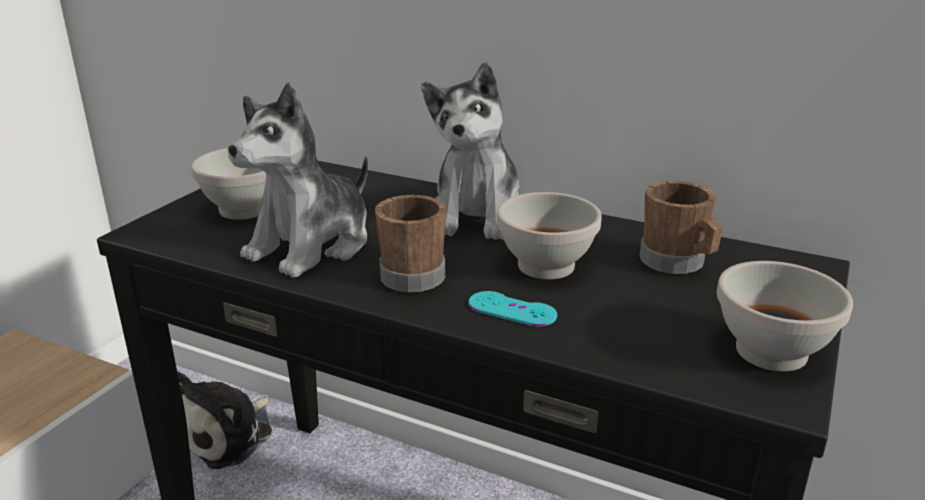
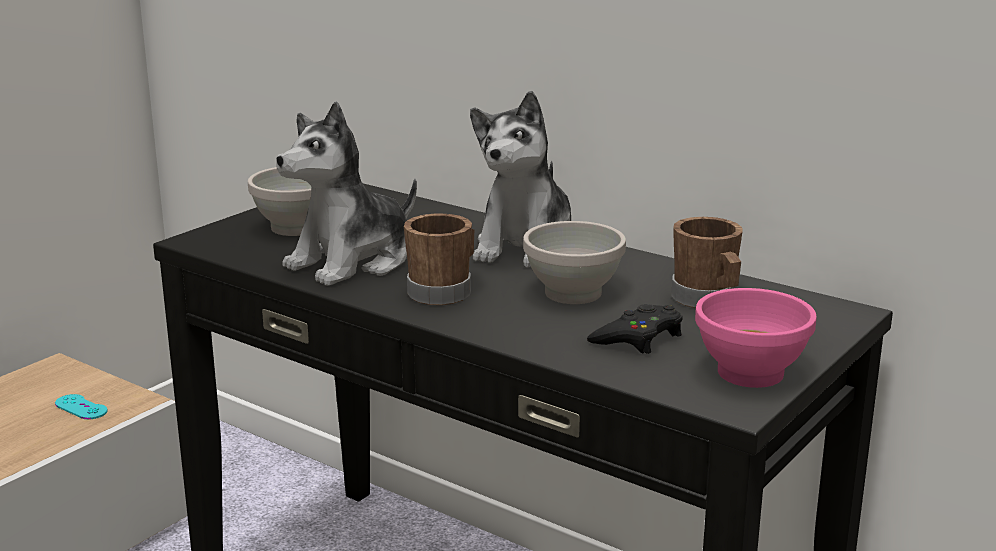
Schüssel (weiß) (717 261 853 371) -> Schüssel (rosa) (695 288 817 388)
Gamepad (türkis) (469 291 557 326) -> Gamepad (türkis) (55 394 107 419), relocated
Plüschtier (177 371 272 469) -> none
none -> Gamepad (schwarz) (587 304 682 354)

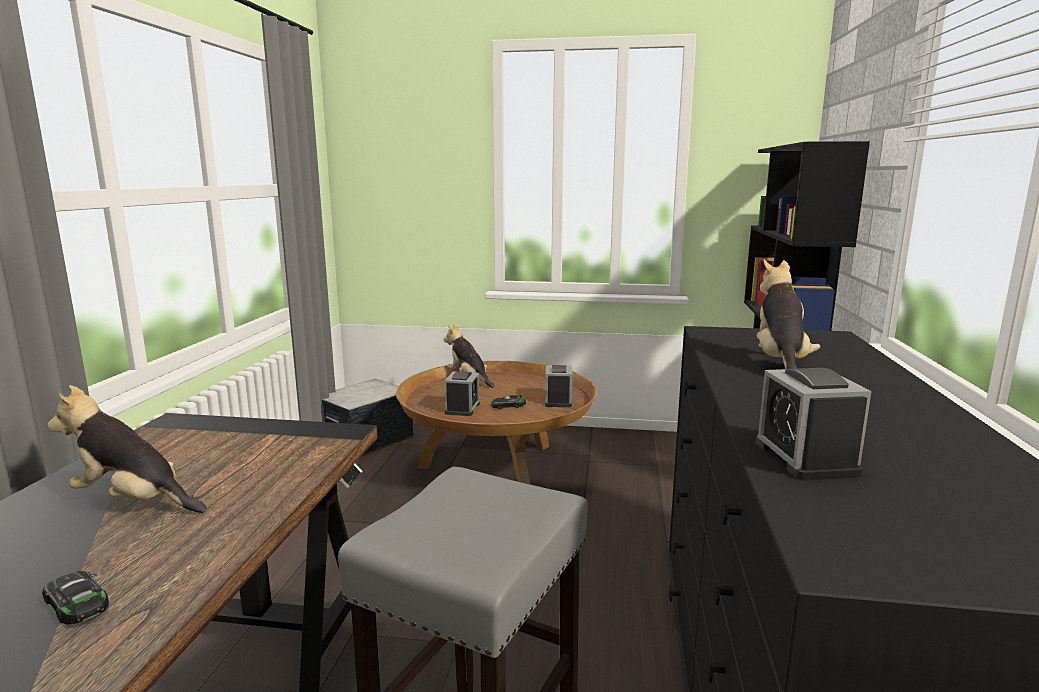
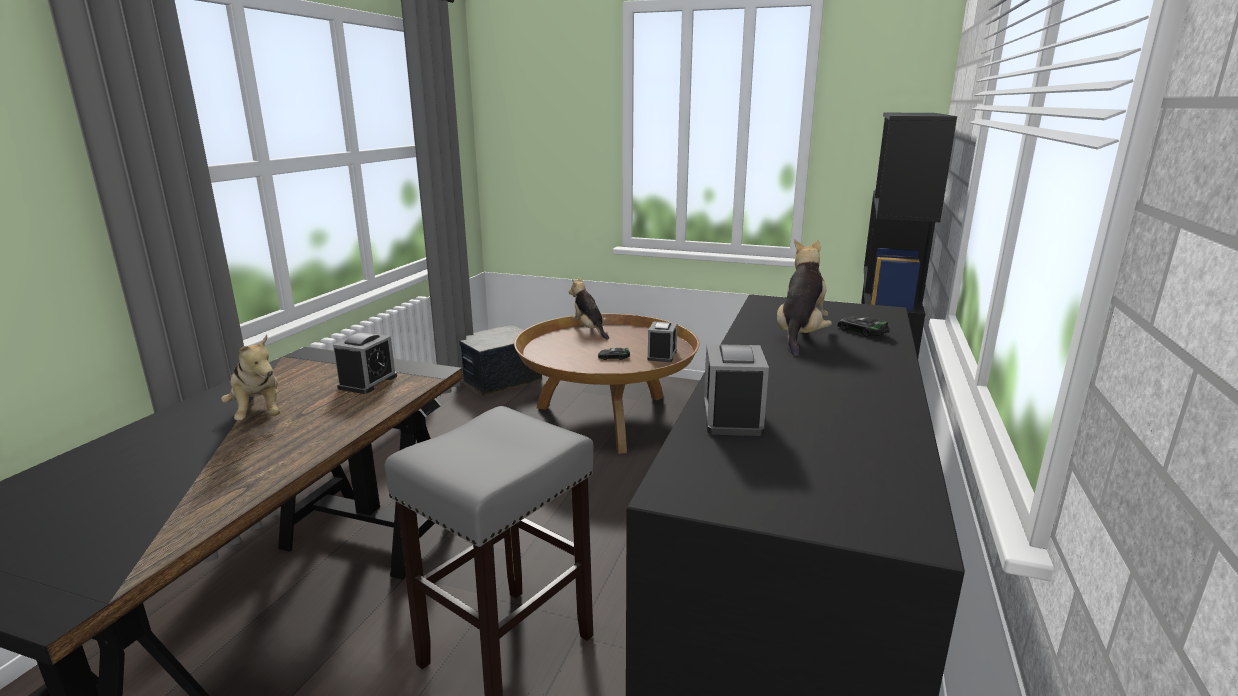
Wecker (444 371 480 416) -> Wecker (333 332 397 394), relocated
Plüschtier (47 385 207 513) -> Plüschtier (221 335 280 421), 150 degrees counterclockwise
Spielzeugauto (42 570 109 625) -> Spielzeugauto (837 316 890 337), relocated

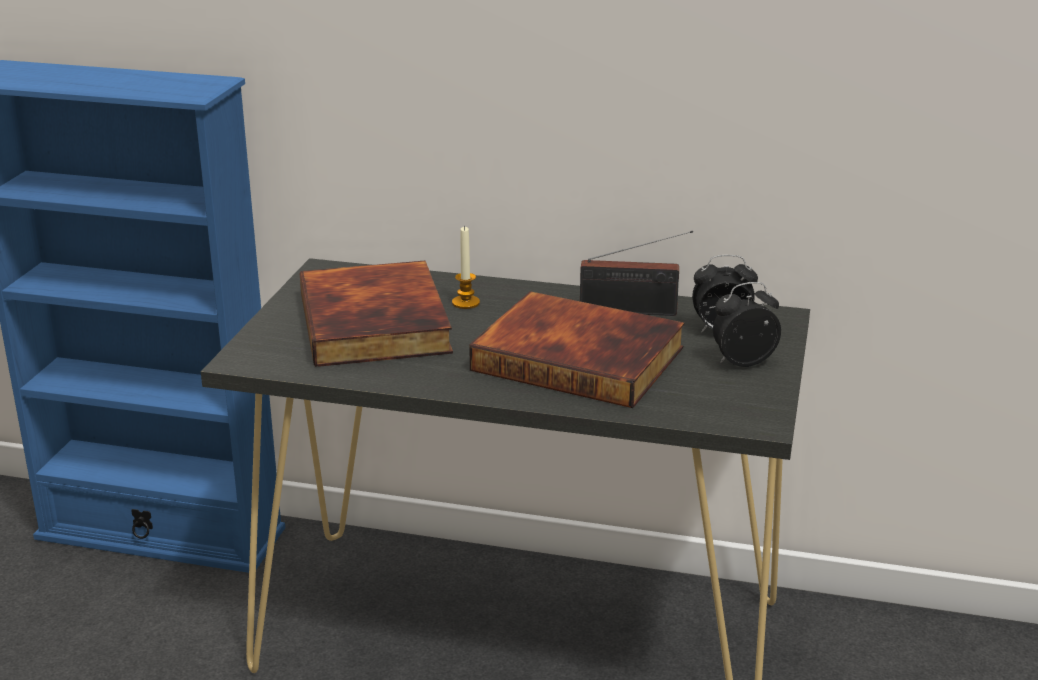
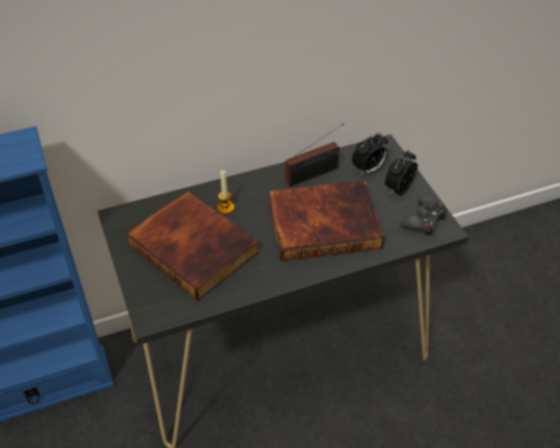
none -> Gamepad (schwarz) (400 196 447 236)

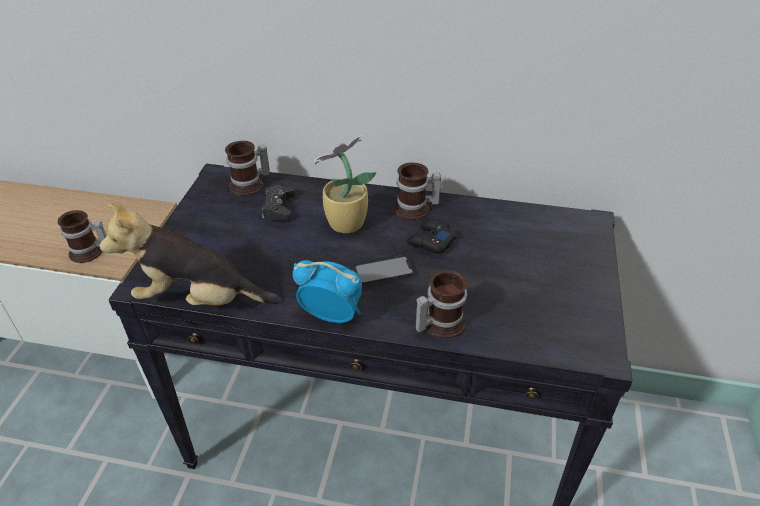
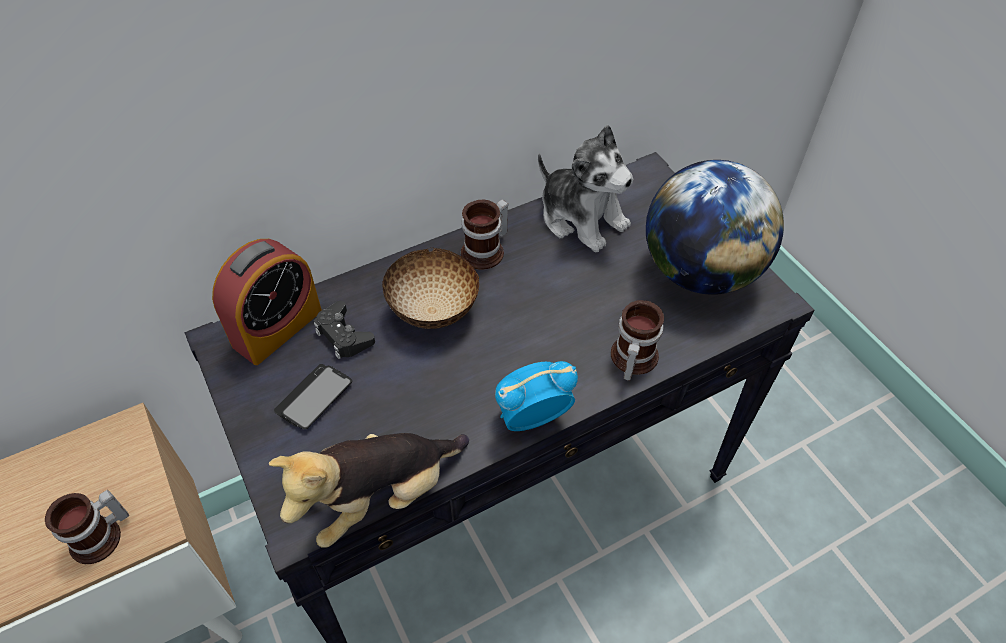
Topfpflanze (314 135 377 233) -> Schüssel (382 247 479 329)
Henkelbecher (225 141 270 196) -> Wecker (212 239 322 365)
Gamepad (schwarz) (407 219 457 254) -> none
Handy (352 254 414 284) -> Handy (274 364 352 429), relocated
none -> Plüschtier (538 125 634 252)
none -> Globus (646 160 784 295)

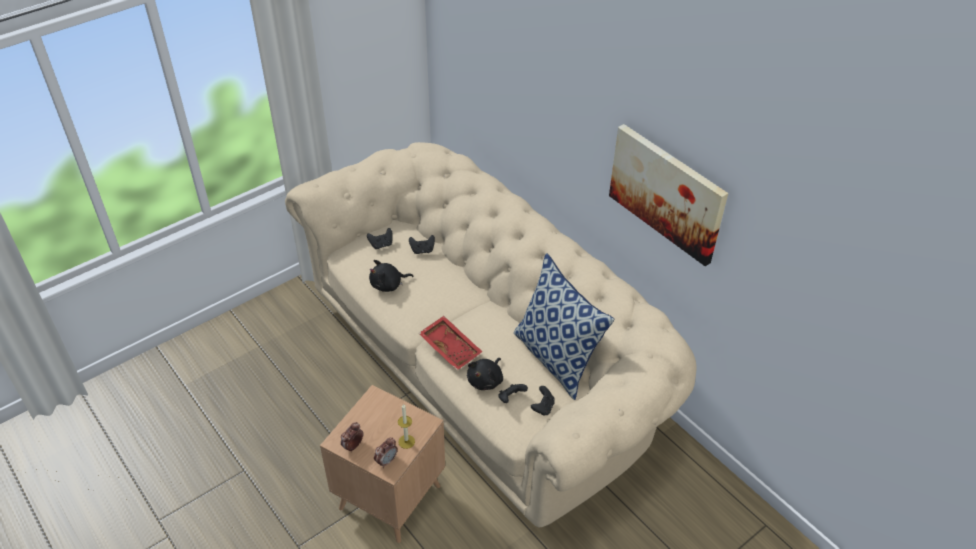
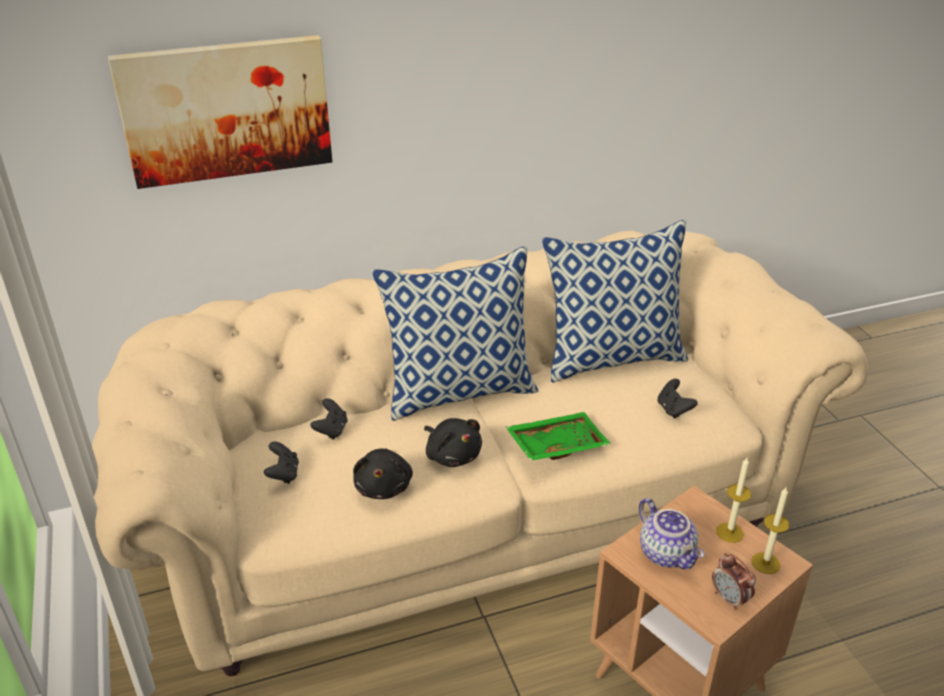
Bild (609 124 728 266) -> Bild (108 35 332 189), relocated
Tablett (rot) (419 316 483 370) -> Tablett (grün) (506 412 612 461)
Plüschtier (schwarz) (467 358 503 390) -> Plüschtier (schwarz) (424 418 482 467), relocated
Gamepad (schwarz) (531 386 555 416) -> none
Wecker (374 437 398 468) -> Kerze (751 487 789 574)
none -> Kissen (372 246 538 421)
none -> Teekanne (639 498 705 569)

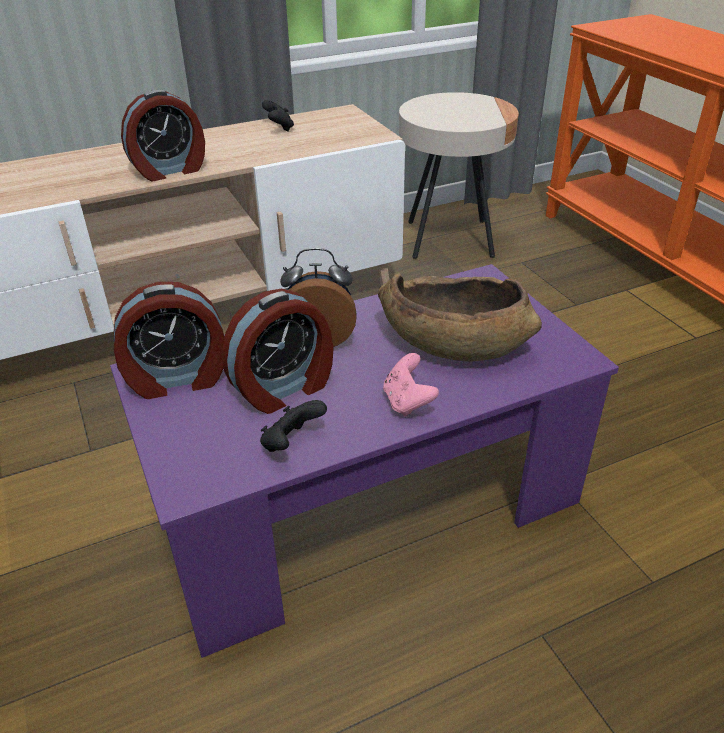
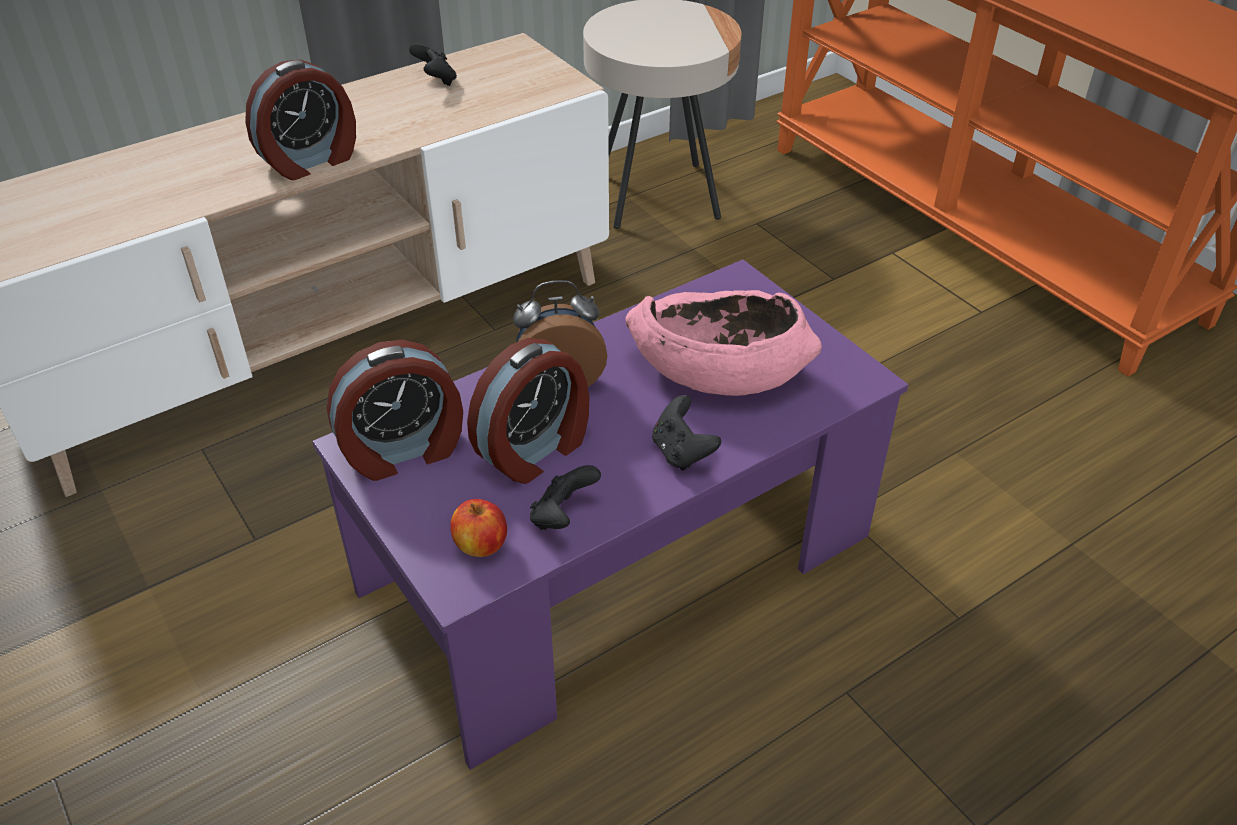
Schüssel (braun) (378 273 542 362) -> Schüssel (rosa) (625 290 822 396)
Gamepad (rosa) (383 353 439 417) -> Gamepad (schwarz) (652 395 721 471)
none -> Apfel (450 499 507 557)

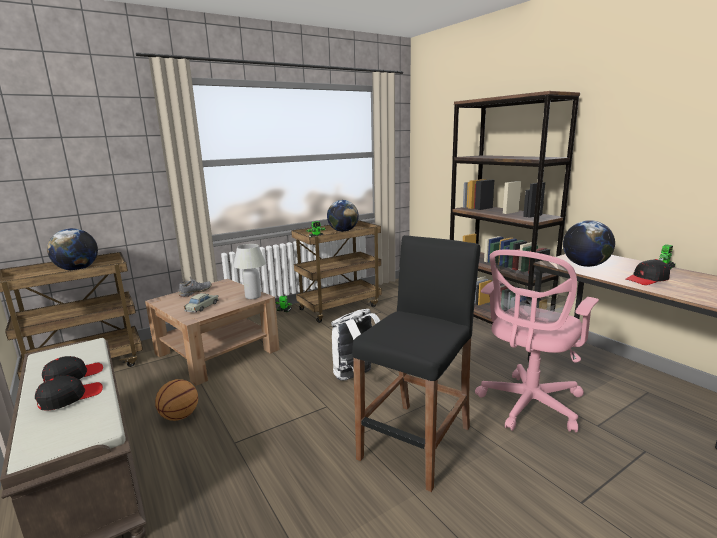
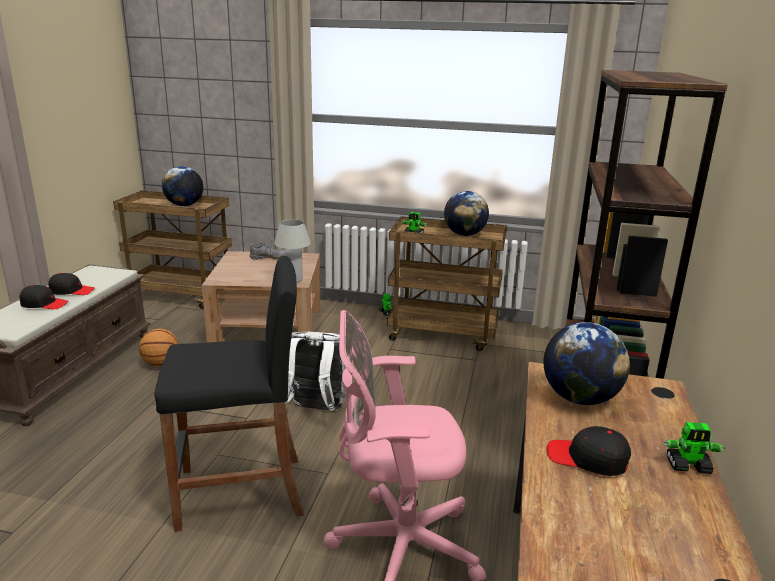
Spielzeugauto (beige) (184 293 219 313) -> none

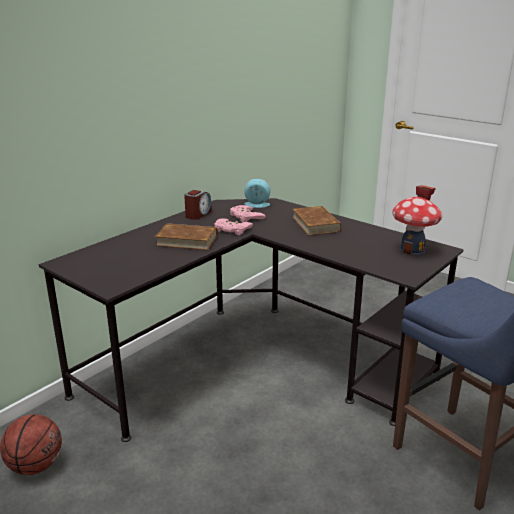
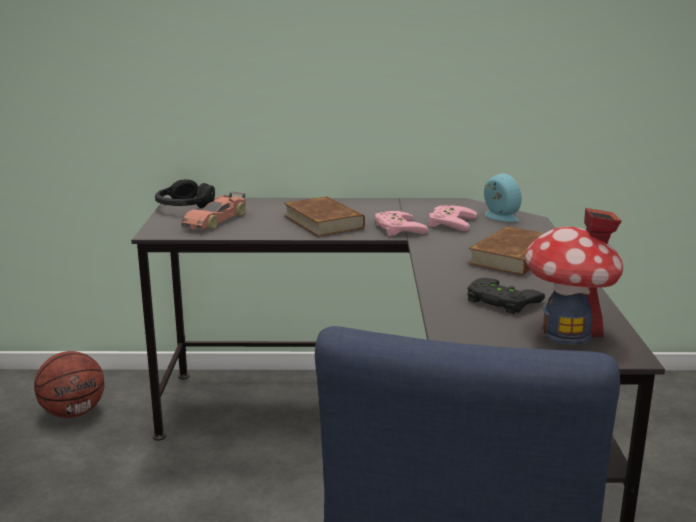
Wecker (184 190 212 220) -> none
none -> Kopfhörer (schwarz) (155 179 215 208)
none -> Spielzeugauto (181 191 246 230)
none -> Gamepad (schwarz) (467 278 545 314)

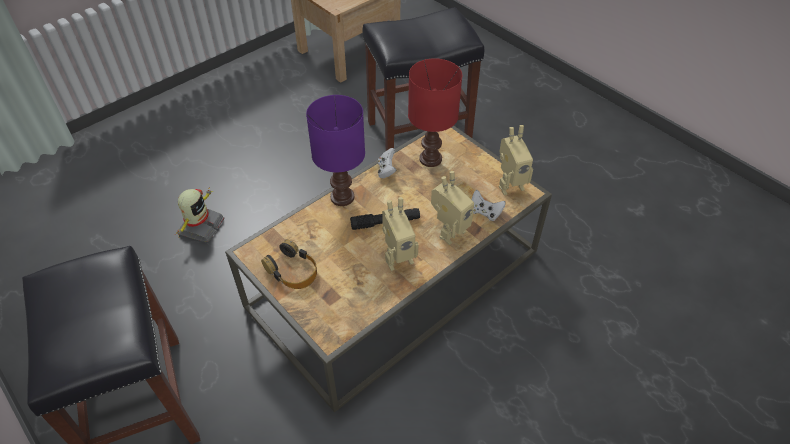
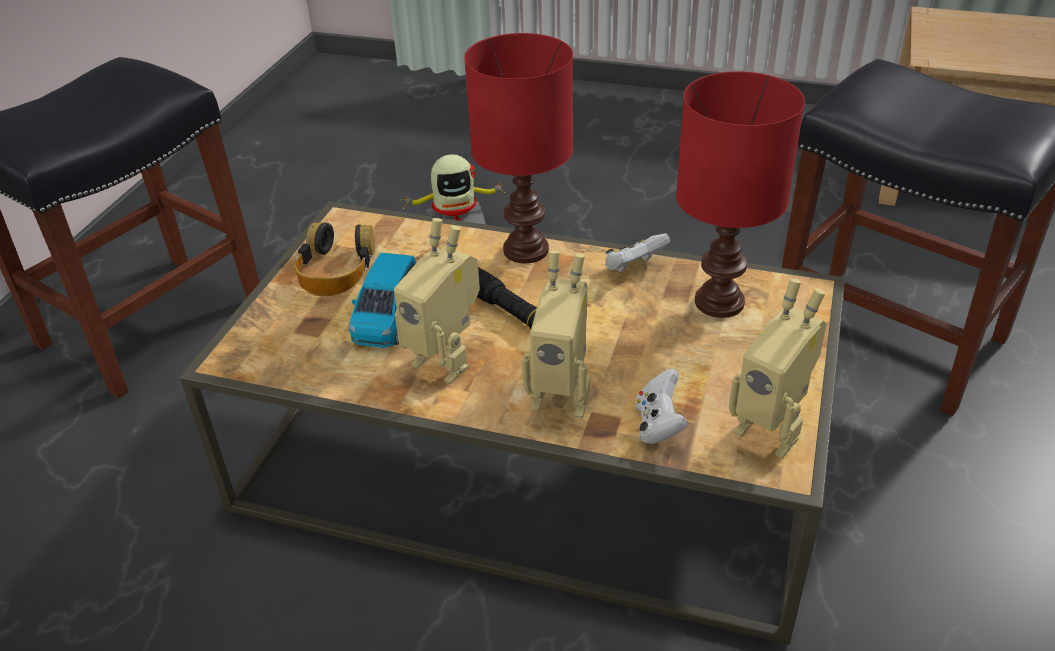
Tischlampe (lila) (306 95 365 206) -> Tischlampe (rot) (464 33 573 263)
none -> Spielzeugauto (blau) (348 252 417 348)

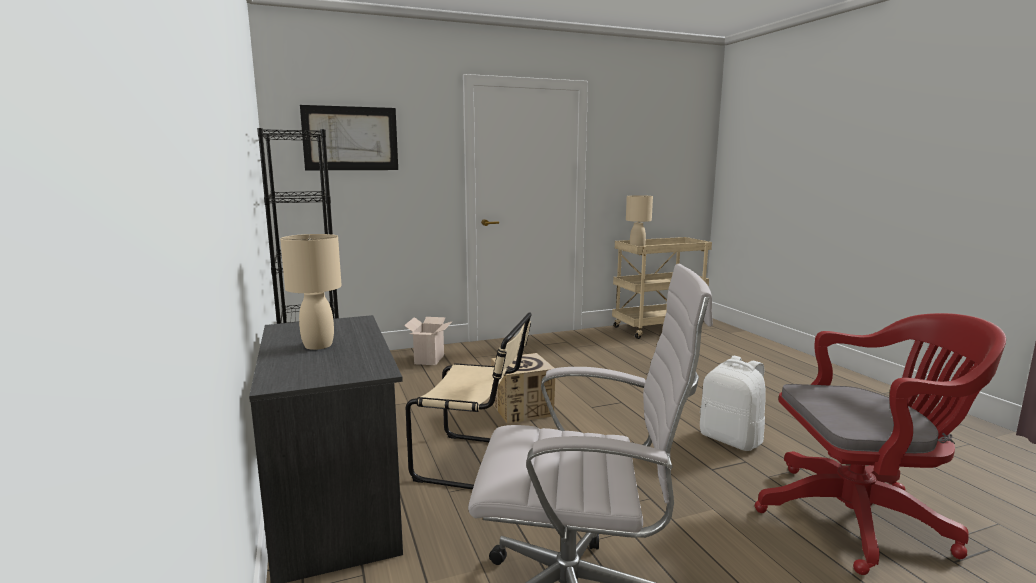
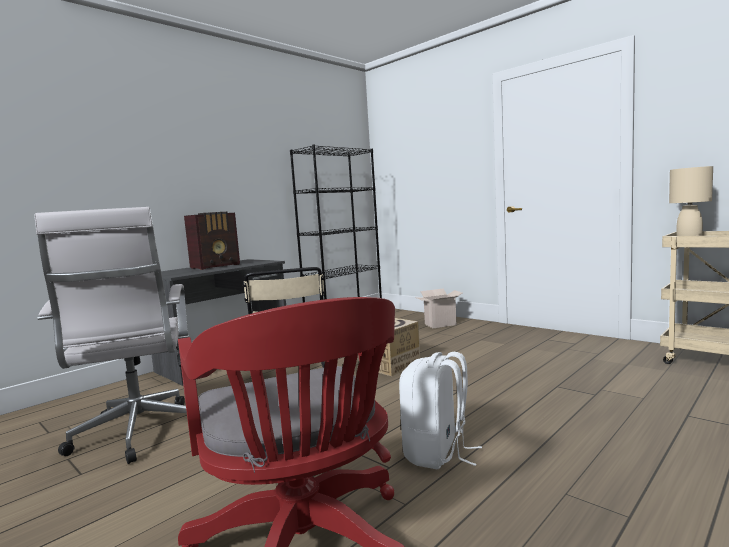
Bild (300 105 398 170) -> none
Tischlampe (beige) (280 234 342 350) -> Radio (184 212 240 270)

